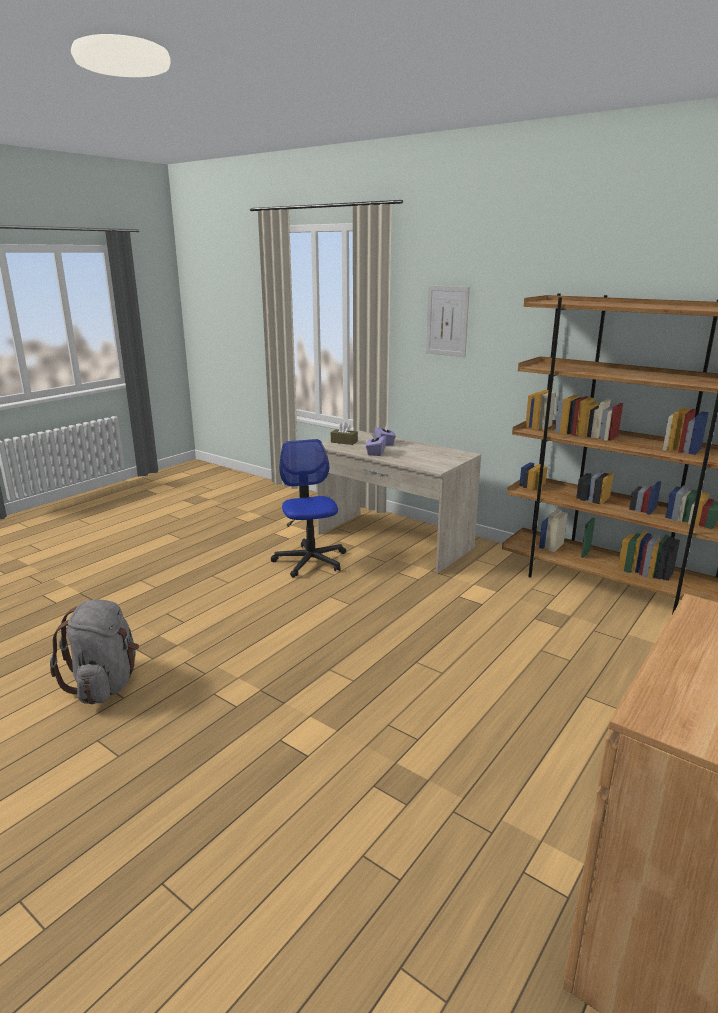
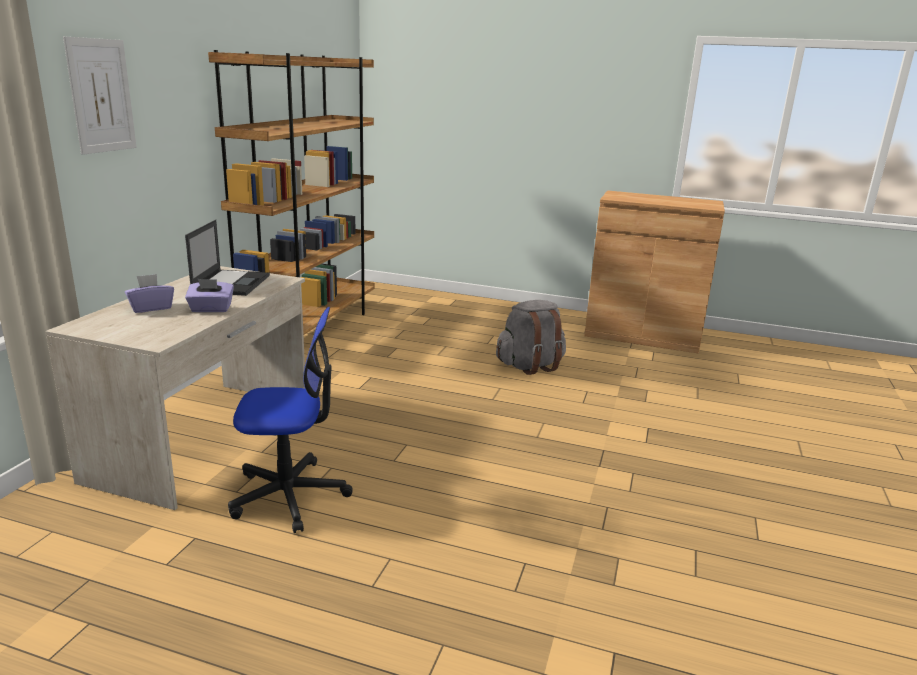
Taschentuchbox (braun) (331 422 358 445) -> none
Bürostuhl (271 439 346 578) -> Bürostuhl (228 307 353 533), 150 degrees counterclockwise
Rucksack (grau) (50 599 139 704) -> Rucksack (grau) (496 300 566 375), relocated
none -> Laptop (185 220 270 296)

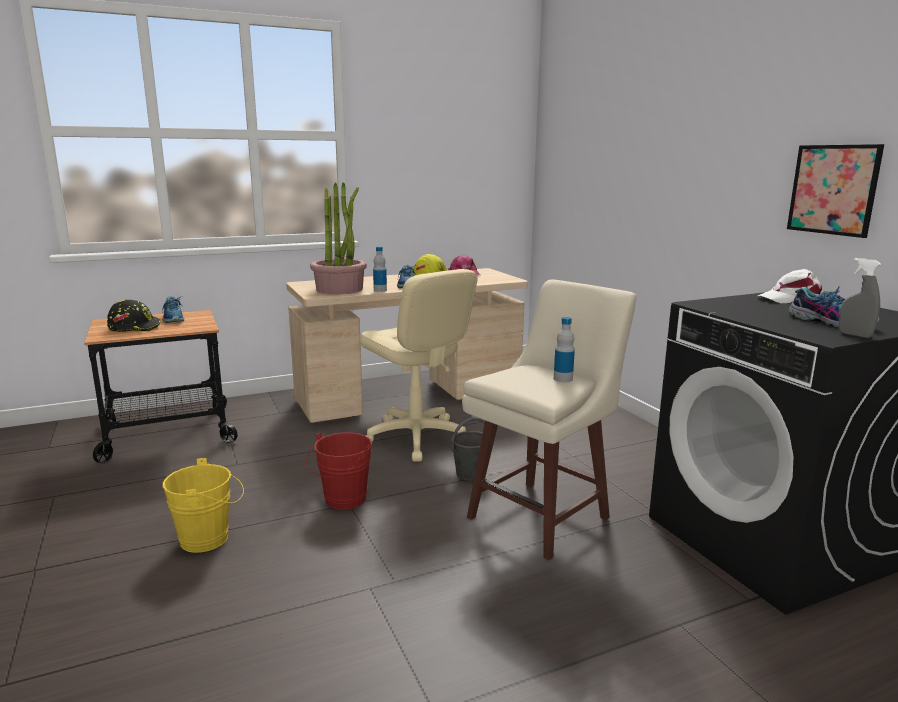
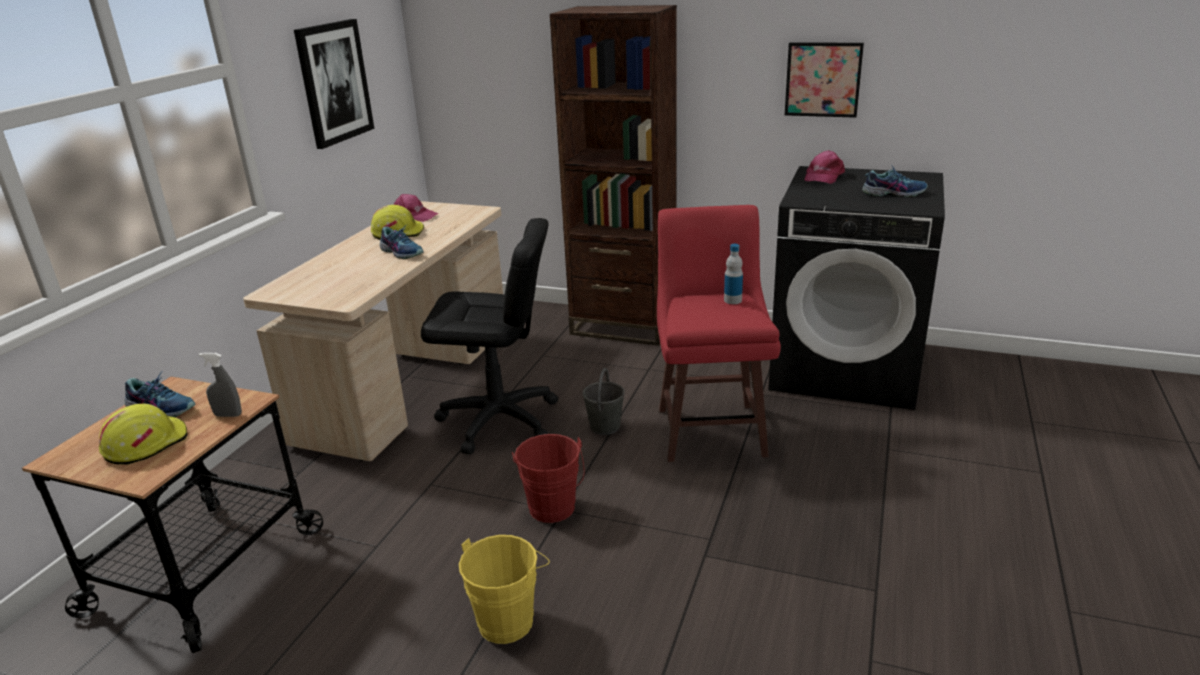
Topfpflanze (310 182 367 294) -> none
Flasche (373 246 387 292) -> none
Sprühflasche (grau) (839 258 881 338) -> Sprühflasche (grau) (199 353 242 417), relocated
Bürostuhl (beige) (360 269 478 462) -> Bürostuhl (schwarz) (421 218 558 455)
Kappe (weiß) (758 269 822 303) -> Kappe (rosa) (805 150 845 184)
Hocker (beige) (462 280 637 560) -> Hocker (rot) (657 205 781 462)
Schutzhelm (schwarz) (107 300 161 332) -> Schutzhelm (gelb) (99 404 188 465)
none -> Bücherregal (braun) (550 5 677 346)
none -> Bild (294 19 374 149)

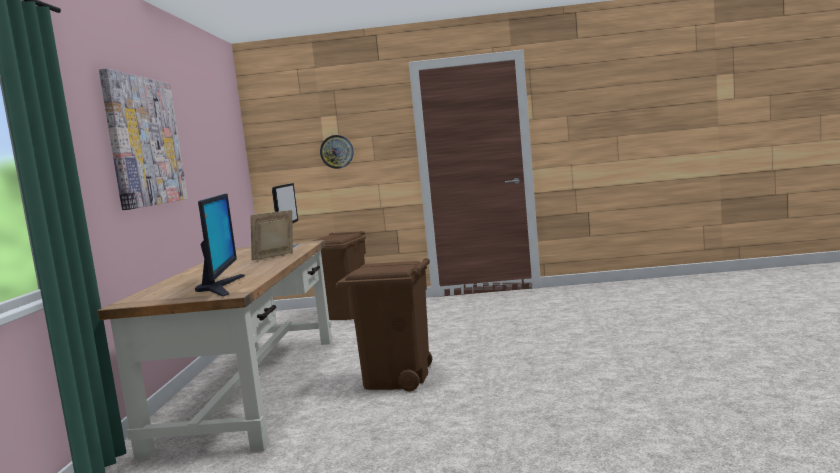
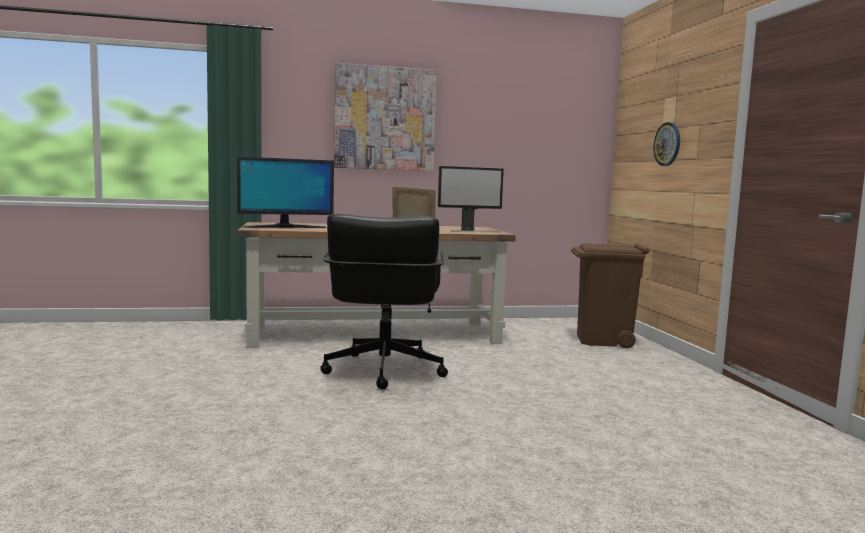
Mülleimer (braun) (335 258 432 391) -> Bürostuhl (schwarz) (320 214 448 389)

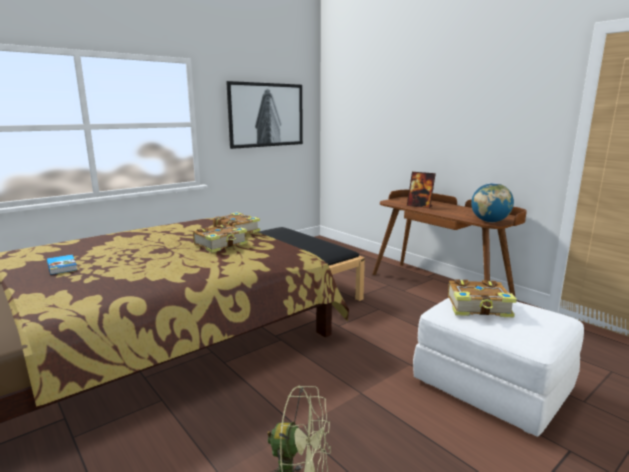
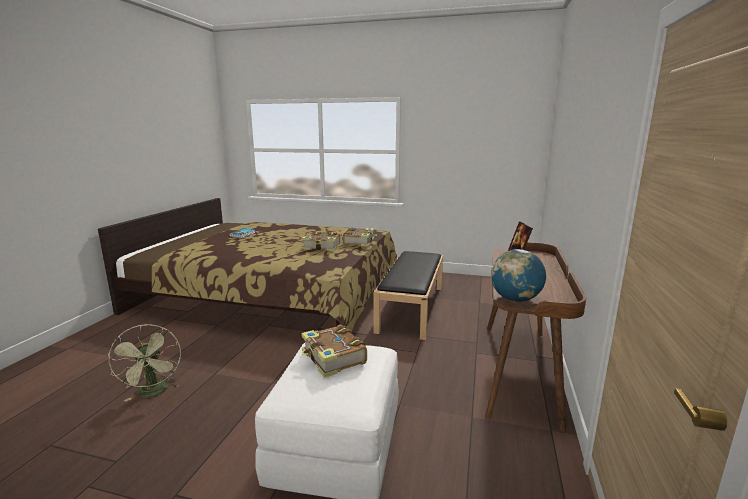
Bild (226 81 303 149) -> none

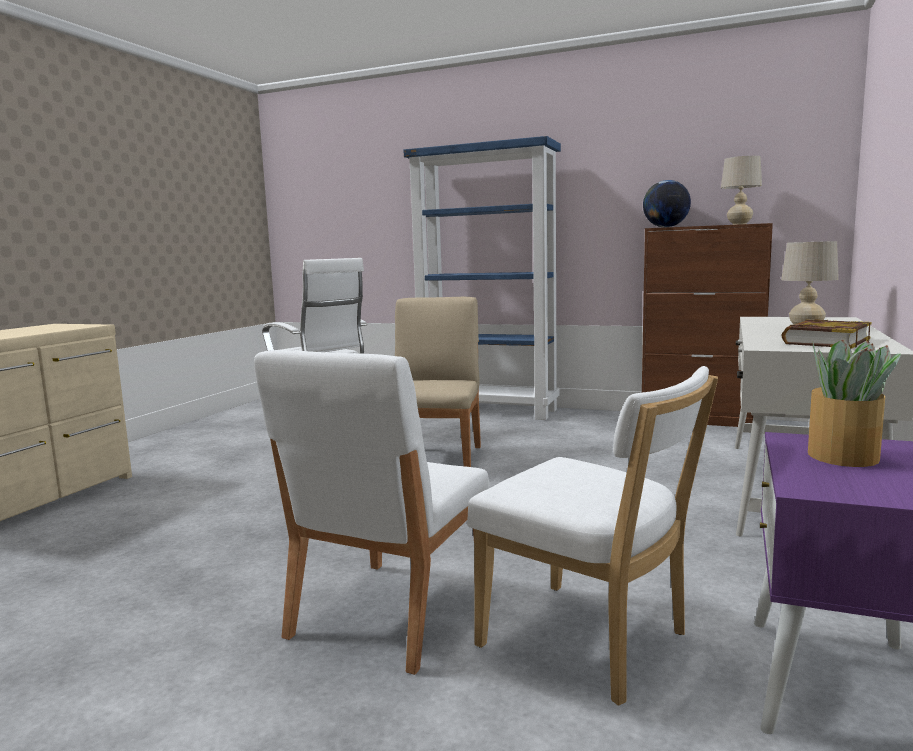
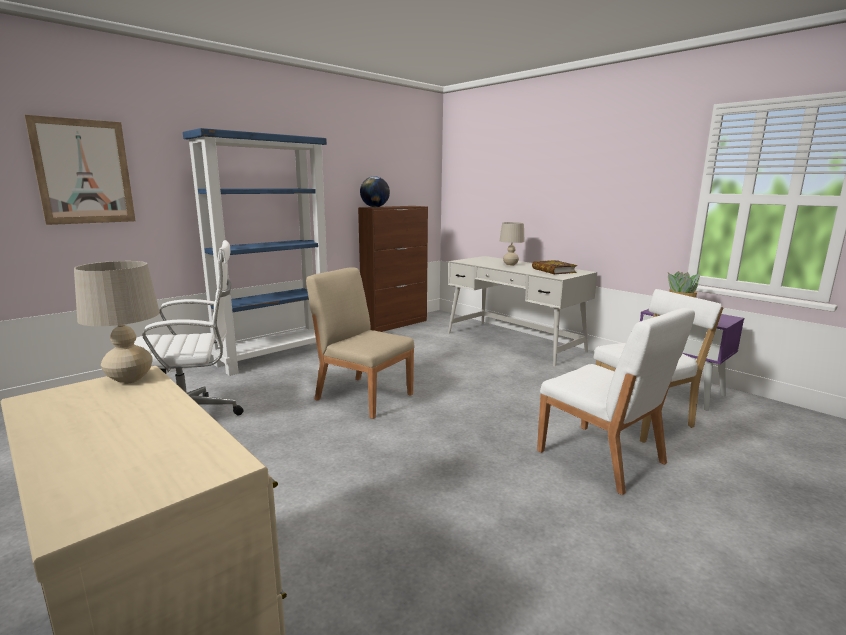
Tischlampe (beige) (721 156 762 225) -> Tischlampe (beige) (74 261 160 384), relocated
none -> Bild (25 115 136 225)

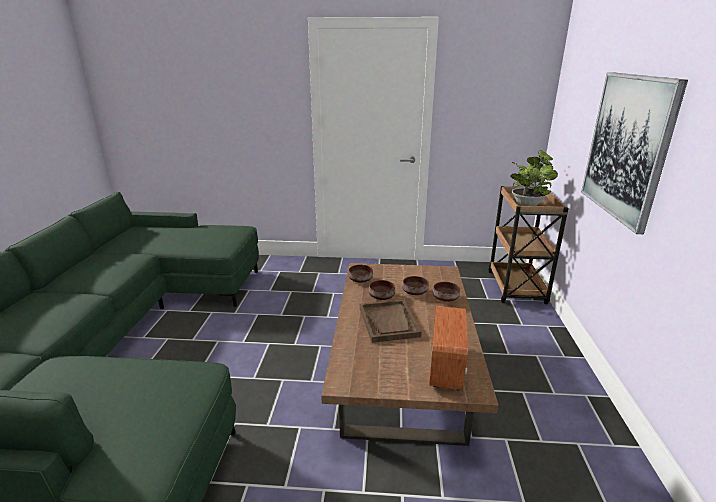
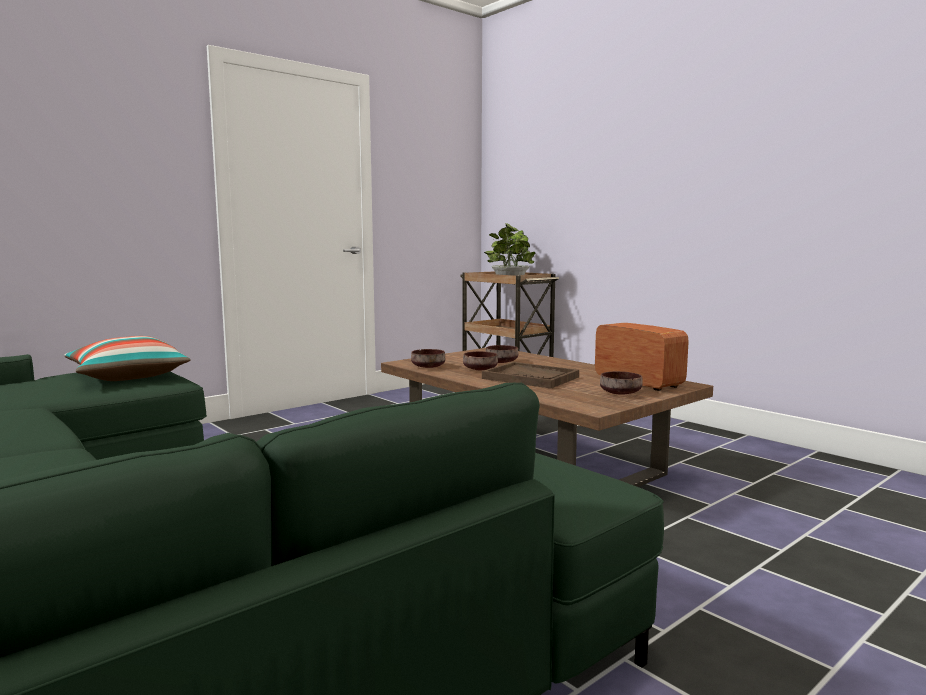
Bild (581 72 688 234) -> none
Schüssel (braun) (433 282 460 302) -> Schüssel (braun) (600 371 642 395), relocated
none -> Kissen (64 336 191 381)

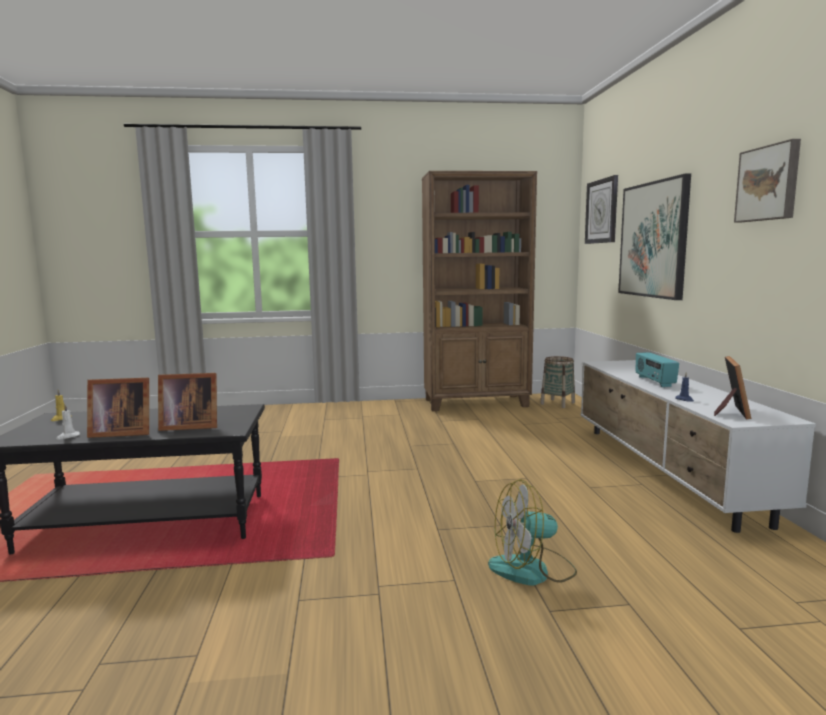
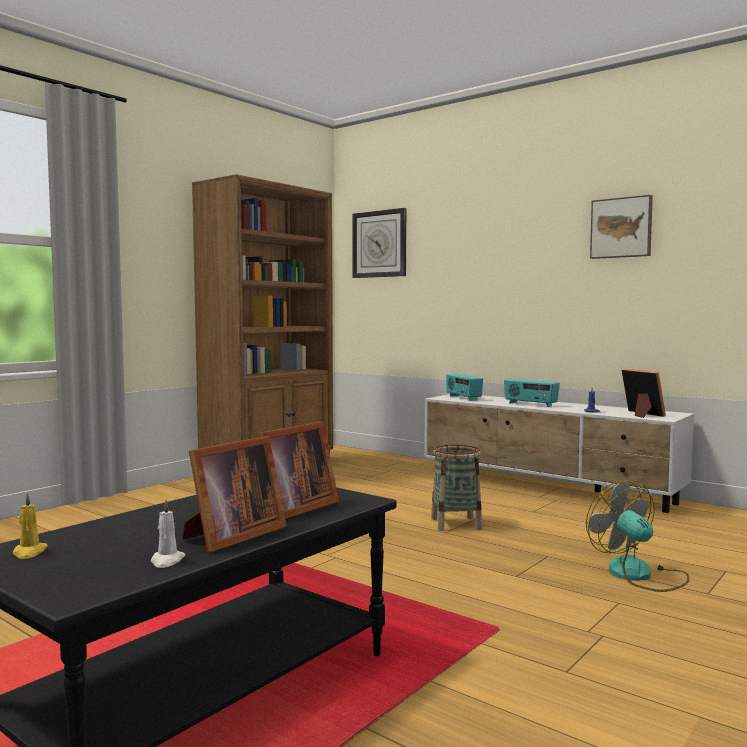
Bild (618 174 691 300) -> none
Korb (540 356 575 408) -> Korb (431 444 482 531), relocated
Ventilator (488 479 577 586) -> Ventilator (586 480 690 592), 120 degrees clockwise
none -> Radio (446 374 483 401)

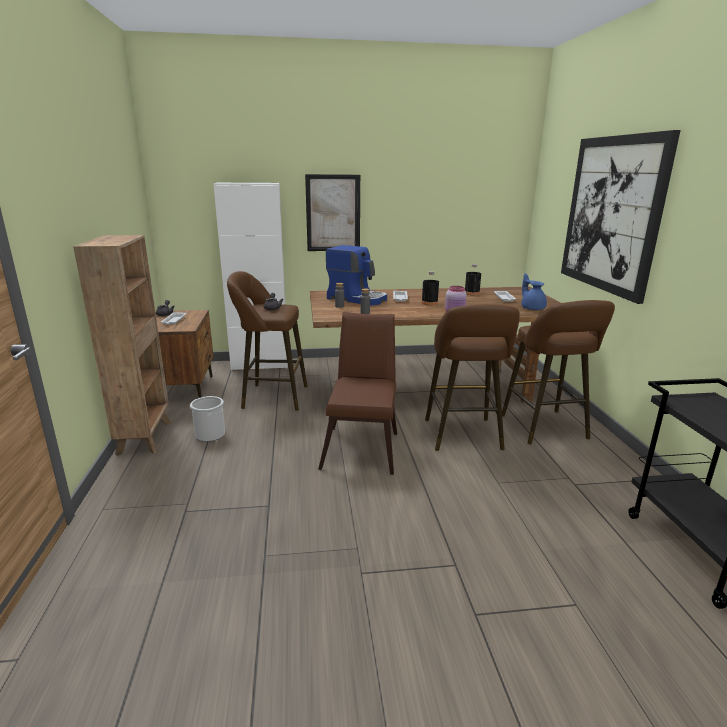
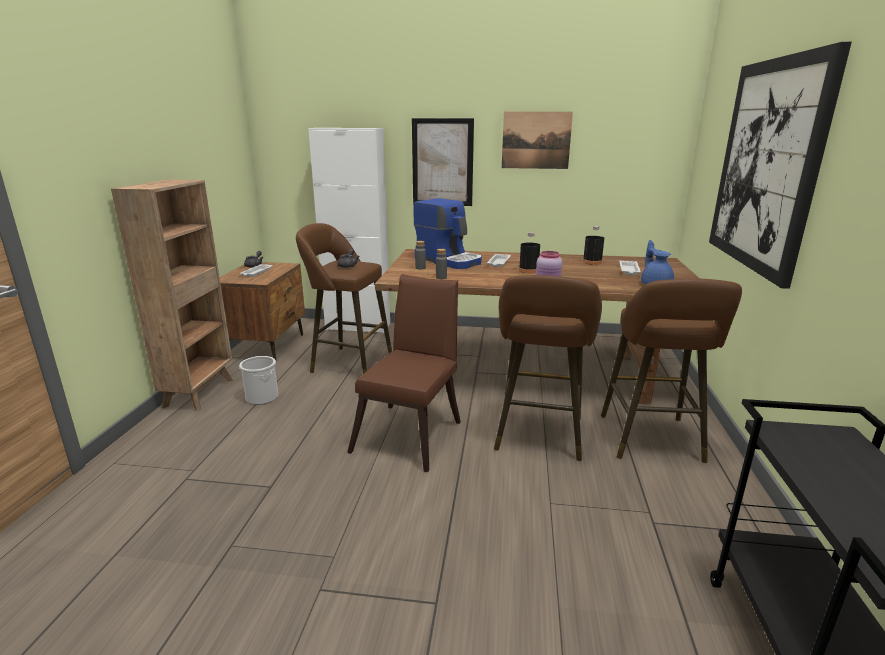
none -> Bild (502 112 573 169)

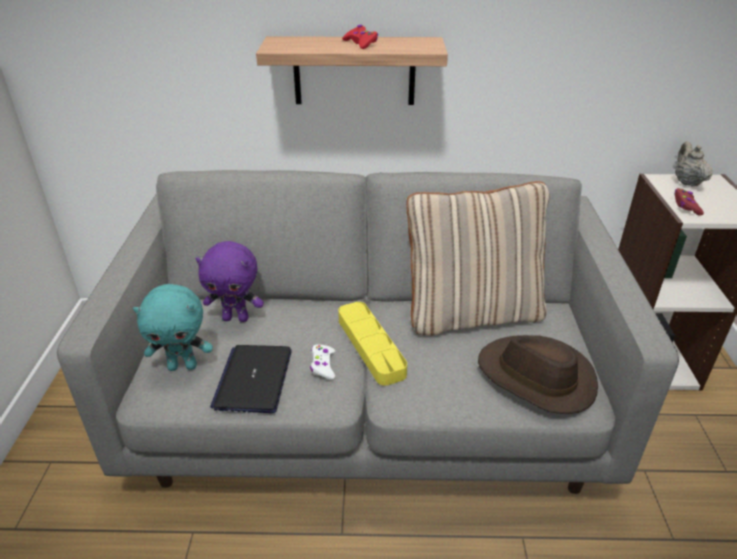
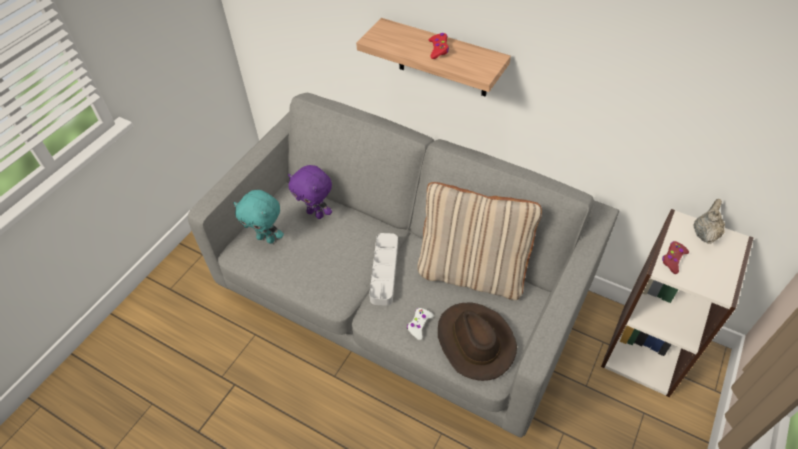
Tablett (gelb) (338 302 407 386) -> Tablett (grau) (369 233 398 306)
Laptop (210 345 292 413) -> none
Gamepad (weiß) (310 345 335 380) -> Gamepad (weiß) (407 308 434 340), relocated

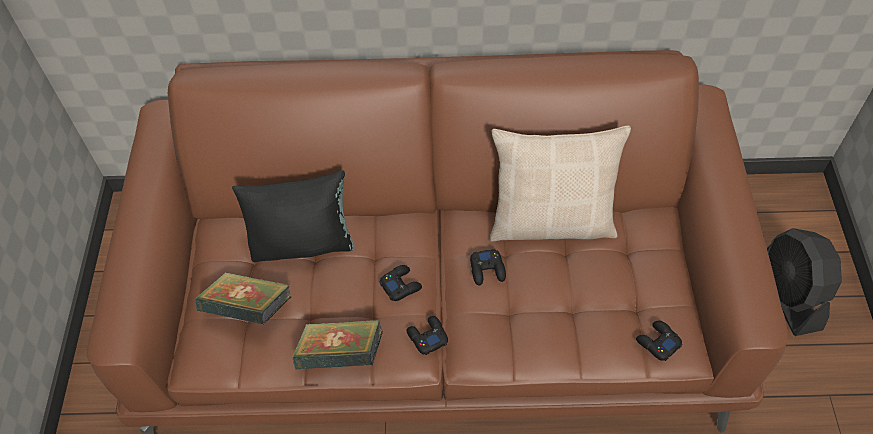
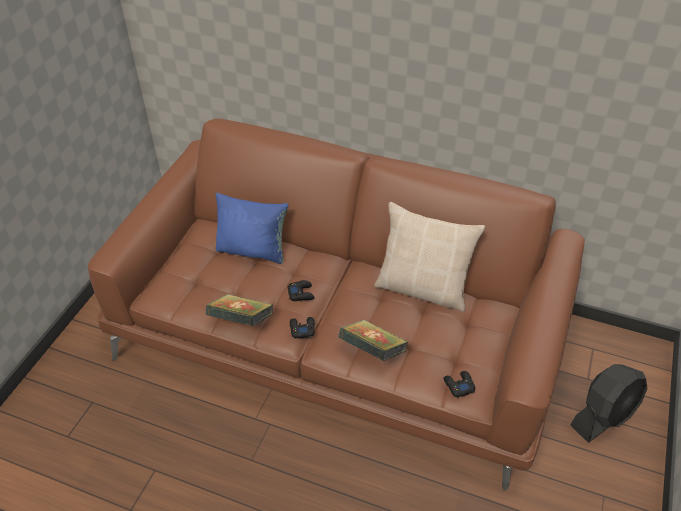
Kissen (schwarz) (232 170 355 262) -> Kissen (blau) (216 193 289 264)
Ventilator (schwarz) (767 228 842 336) -> Ventilator (schwarz) (570 364 648 443), 135 degrees counterclockwise
Gamepad (schwarz) (470 249 506 285) -> none
Buch (196 272 291 325) -> Buch (338 320 408 361), relocated

